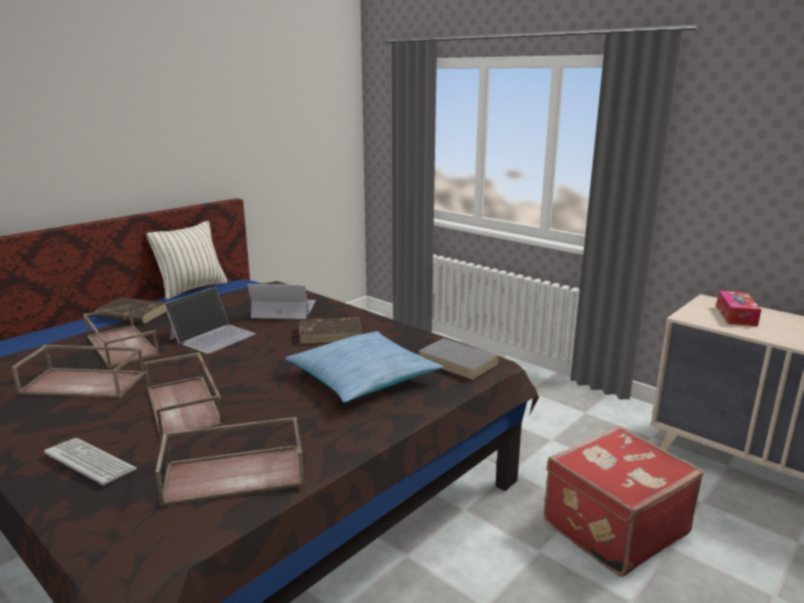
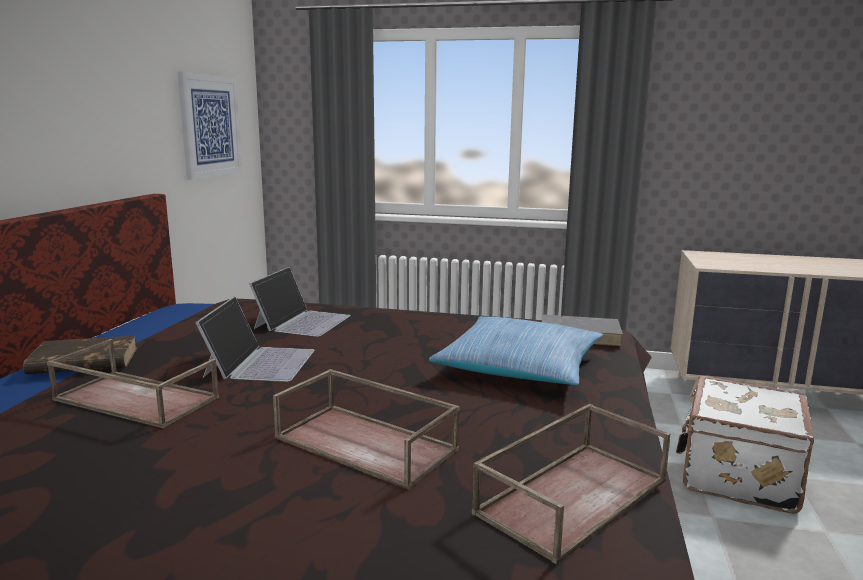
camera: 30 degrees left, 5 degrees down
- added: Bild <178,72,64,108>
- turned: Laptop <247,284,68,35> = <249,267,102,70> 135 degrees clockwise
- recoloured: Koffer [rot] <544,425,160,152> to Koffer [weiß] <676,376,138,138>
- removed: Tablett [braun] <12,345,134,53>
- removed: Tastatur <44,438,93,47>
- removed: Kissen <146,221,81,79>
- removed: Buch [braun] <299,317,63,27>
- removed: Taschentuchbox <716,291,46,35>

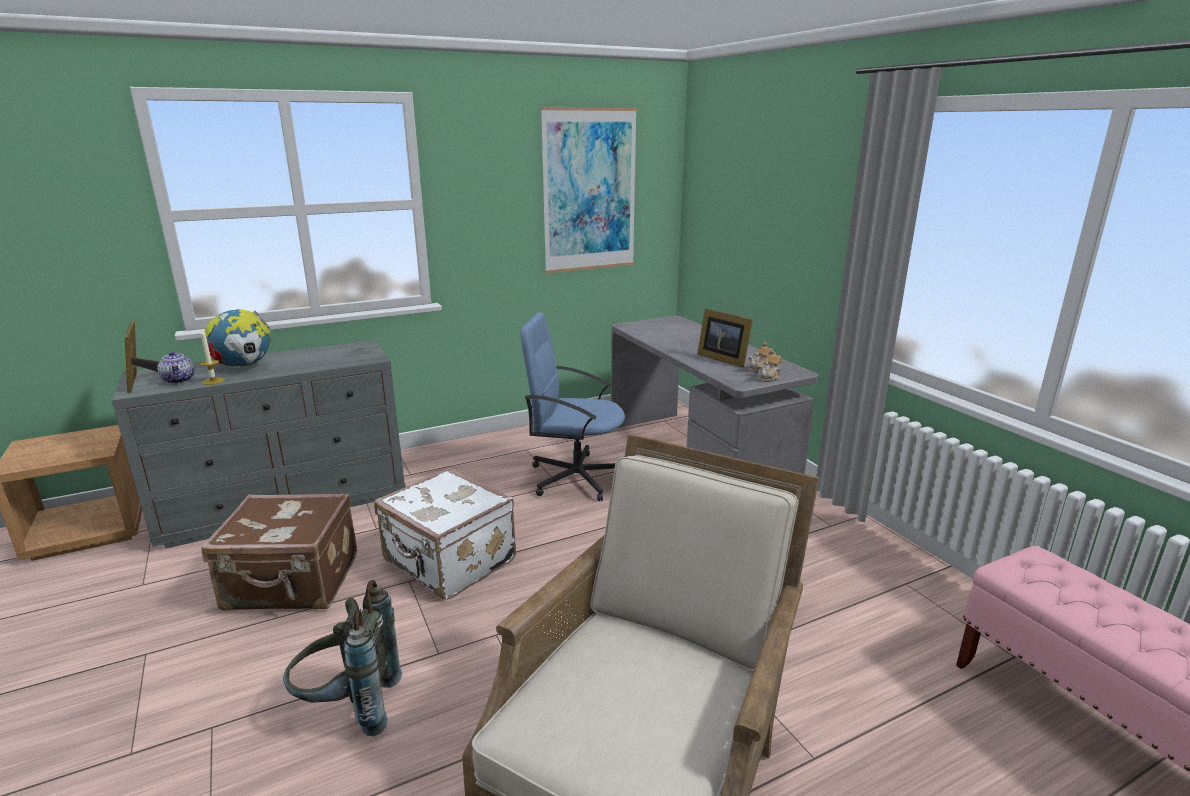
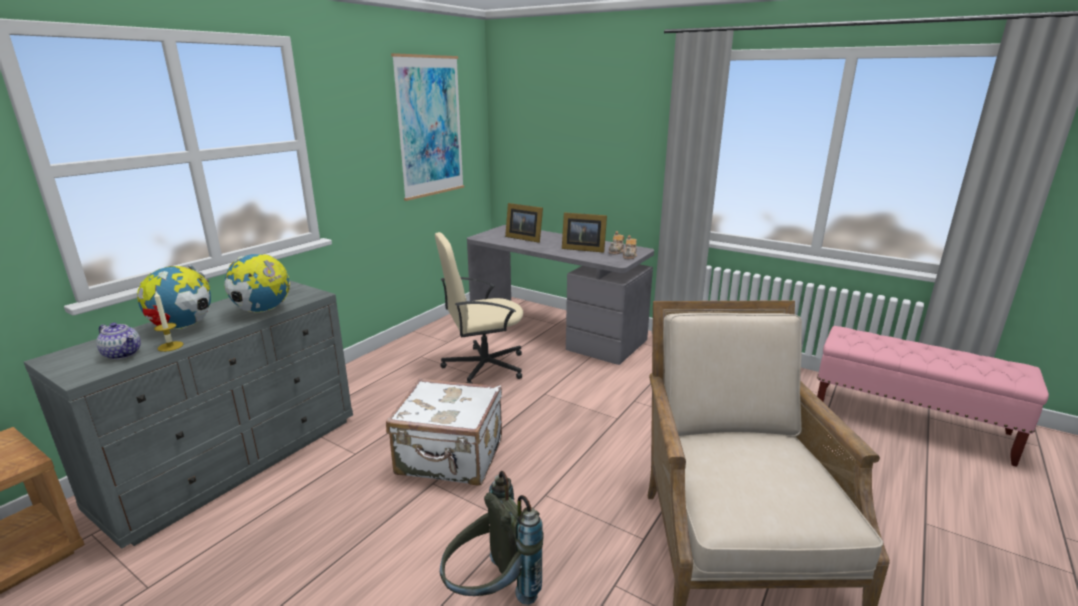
camera: 30 degrees left, 0 degrees up
- added: Globus <224,254,66,59>
- recoloured: Bürostuhl [blau] <520,312,105,189> to Bürostuhl [beige] <435,232,88,152>
- moved: Bilderrahmen <125,321,34,72> to <505,203,38,40>
- removed: Koffer [braun] <201,493,156,118>

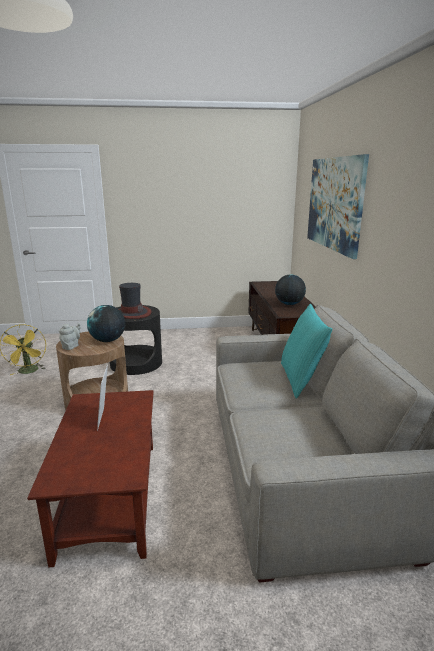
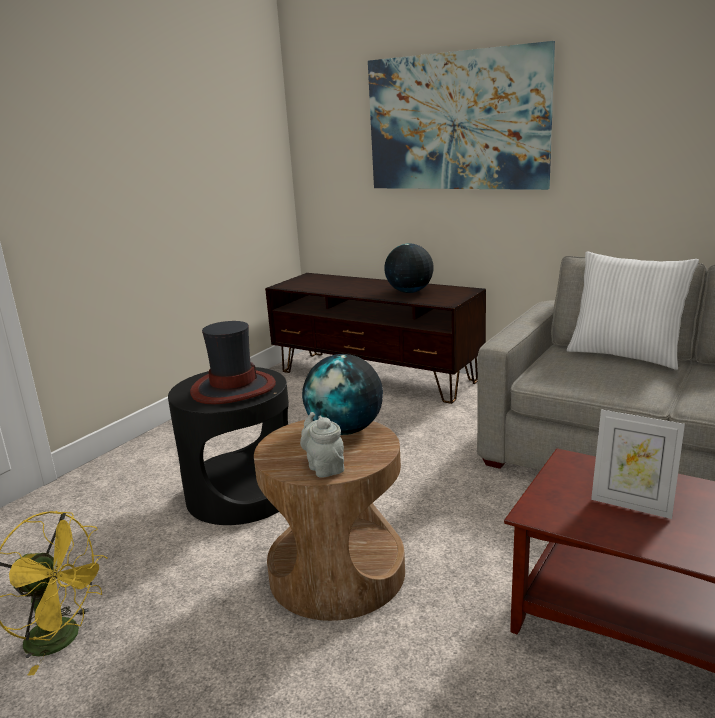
camera: 50 degrees left, 0 degrees up
- recoloured: Kissen [türkis] <281,304,51,95> to Kissen [weiß] <567,252,132,118>

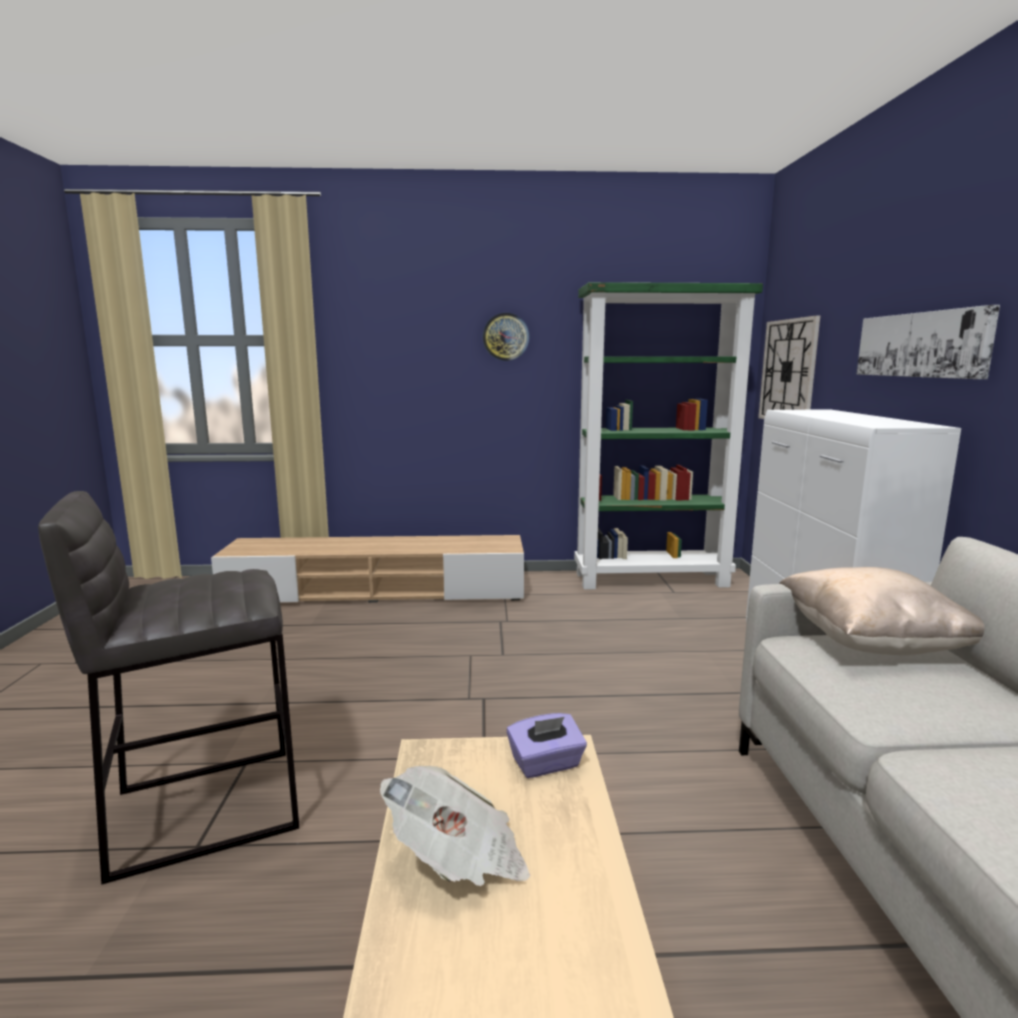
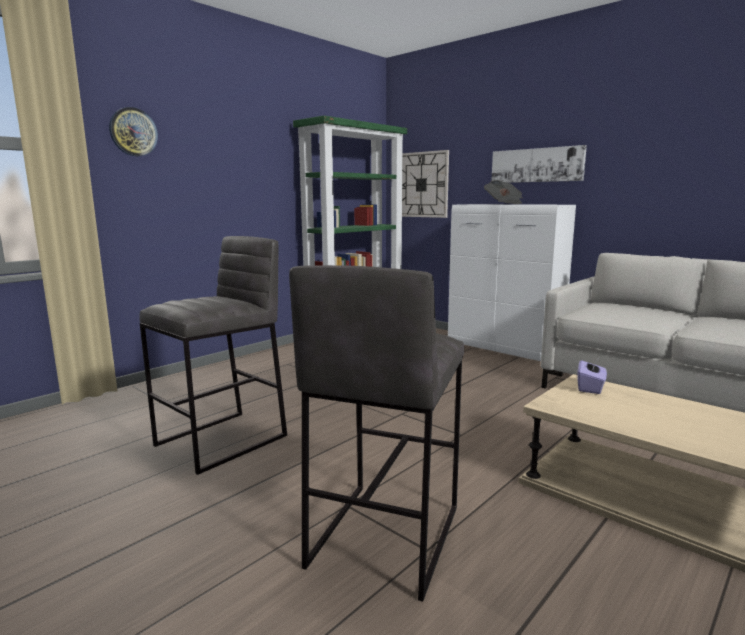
camera: 45 degrees left, 0 degrees up
- moved: Wanduhr <483,312,47,49> to <109,107,49,49>
- added: Hocker [grau] <139,236,148,239>
- moved: Zeitung <380,766,151,120> to <484,180,39,24>
- removed: Fernsehschrank [beige] <211,535,313,68>
- removed: Kissen [beige] <779,567,206,88>

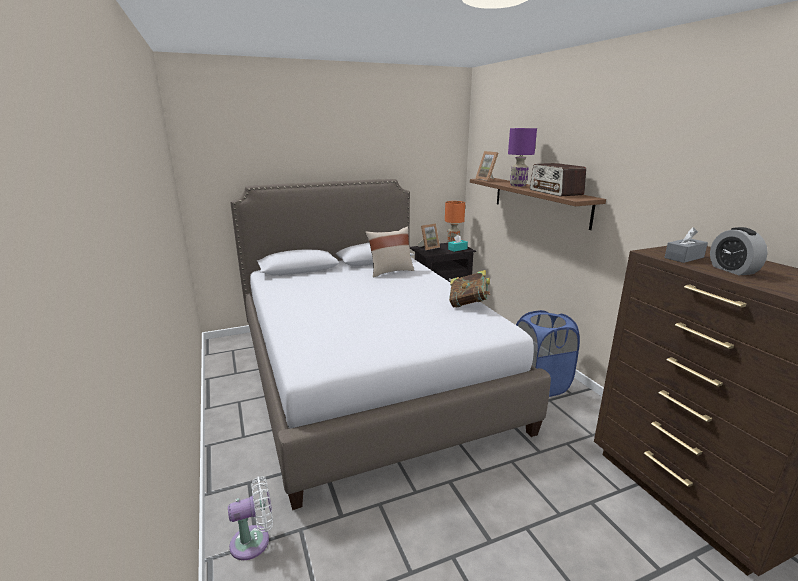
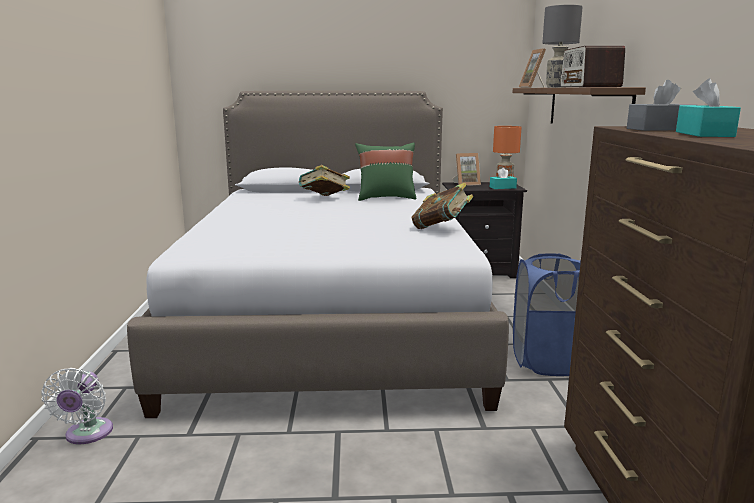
camera: 20 degrees right, 5 degrees down
- turned: Ventilator [weiß] <228,477,45,83> = <41,368,72,76> 90 degrees clockwise
- added: Buch <299,165,51,31>
- recoloured: Kissen [beige] <365,226,49,52> to Kissen [grün] <355,143,62,58>
- recoloured: Tischlampe [lila] <508,128,29,59> to Tischlampe [grau] <542,5,41,83>
- replaced: Wecker <710,227,58,48> to Taschentuchbox [türkis] <676,78,65,59>

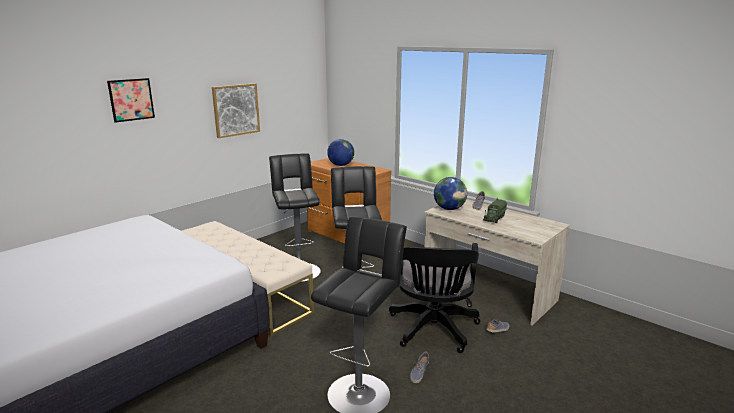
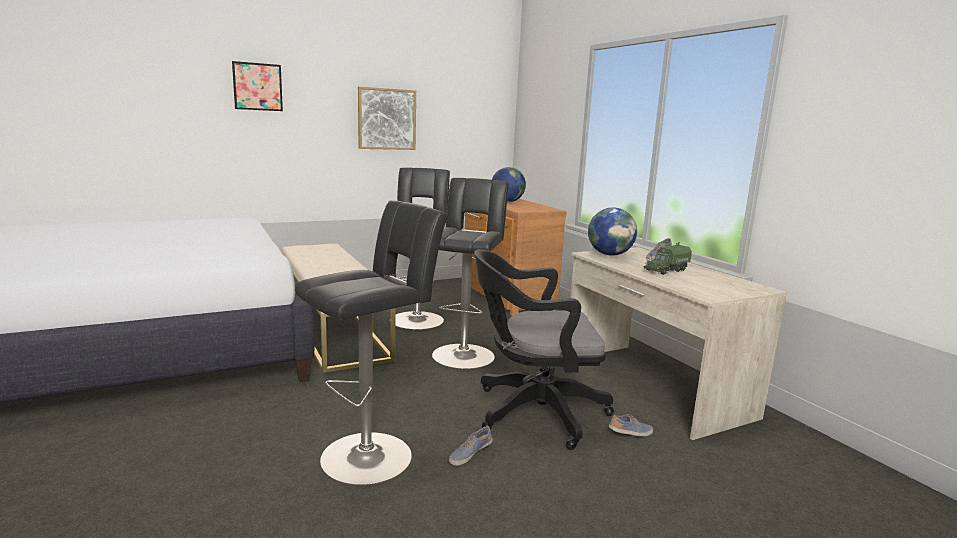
camera: 20 degrees right, 5 degrees down
- turned: Bürostuhl [schwarz] <389,243,91,110> = <475,249,139,201> 60 degrees clockwise

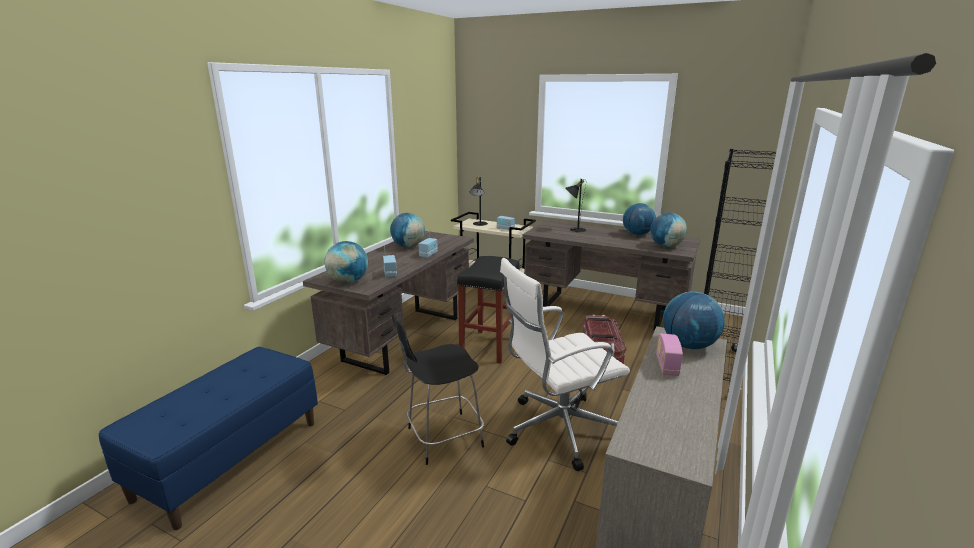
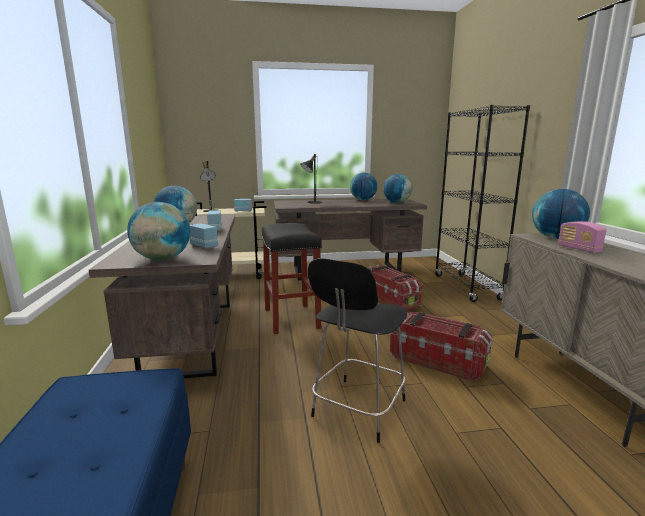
camera: 35 degrees left, 5 degrees down
- replaced: Bürostuhl [weiß] <500,258,130,213> to Aufbewahrungsbox <390,312,103,70>

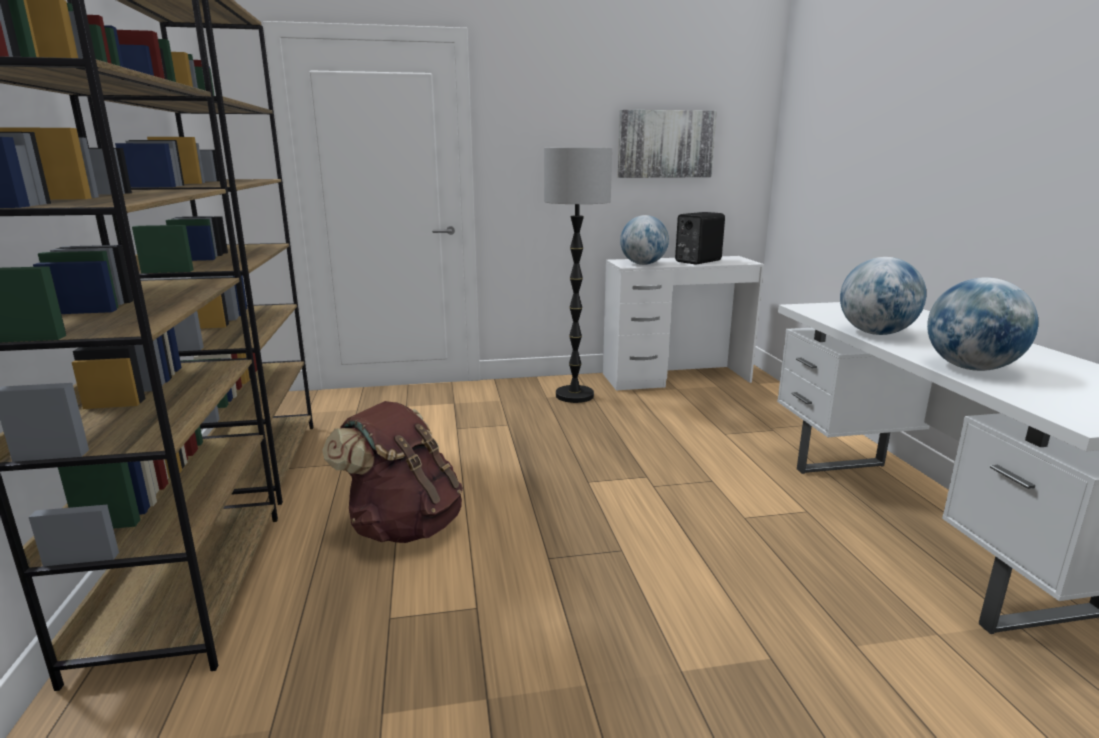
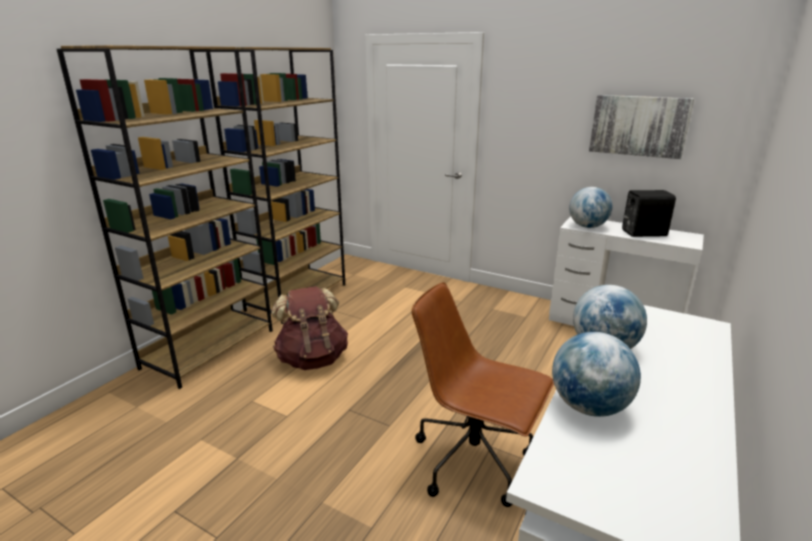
camera: 40 degrees right, 5 degrees up
- added: Bürostuhl [braun] <412,282,142,225>
- removed: Stehlampe <544,147,68,256>

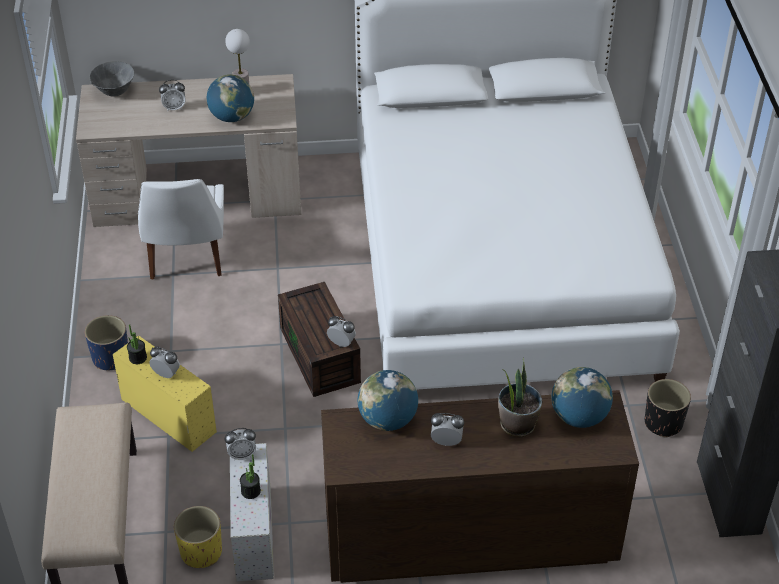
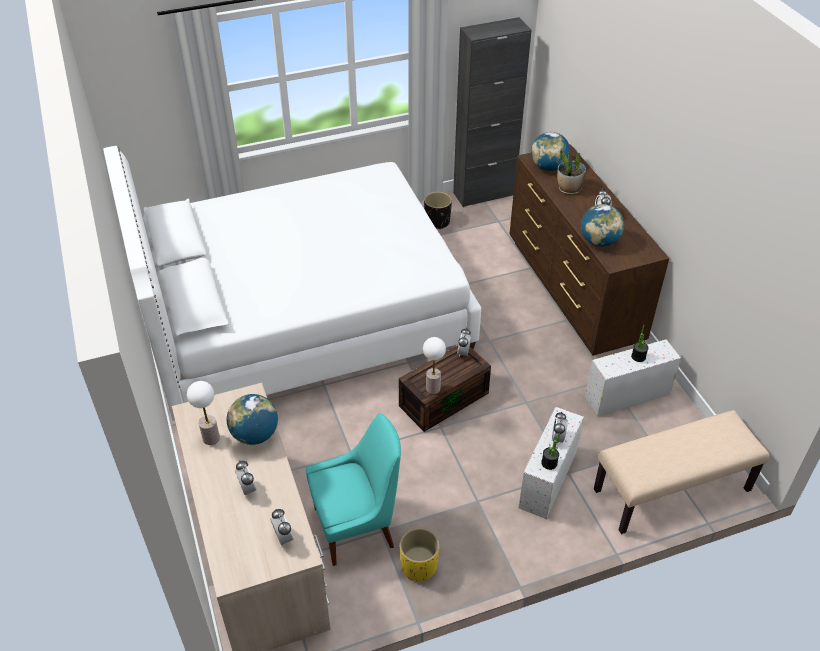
camera: 105 degrees left, 0 degrees up
- moved: Wecker <225,428,31,32> to <270,509,24,36>
- recoloured: Stuhl [weiß] <138,179,86,101> to Stuhl [türkis] <306,413,95,153>
- moved: Pflanzkübel [gelb] <174,506,48,62> to <400,528,39,53>
- added: Tischlampe <423,337,23,57>
- recoloured: Aufbewahrungsbox [gelb] <113,336,104,116> to Aufbewahrungsbox [weiß] <519,407,65,112>
- removed: Pflanzkübel [blau] <85,315,43,55>
- removed: Schüssel [grau] <89,61,46,36>

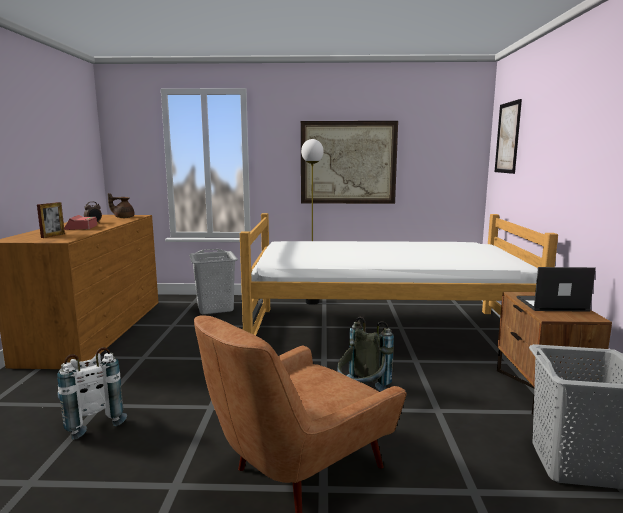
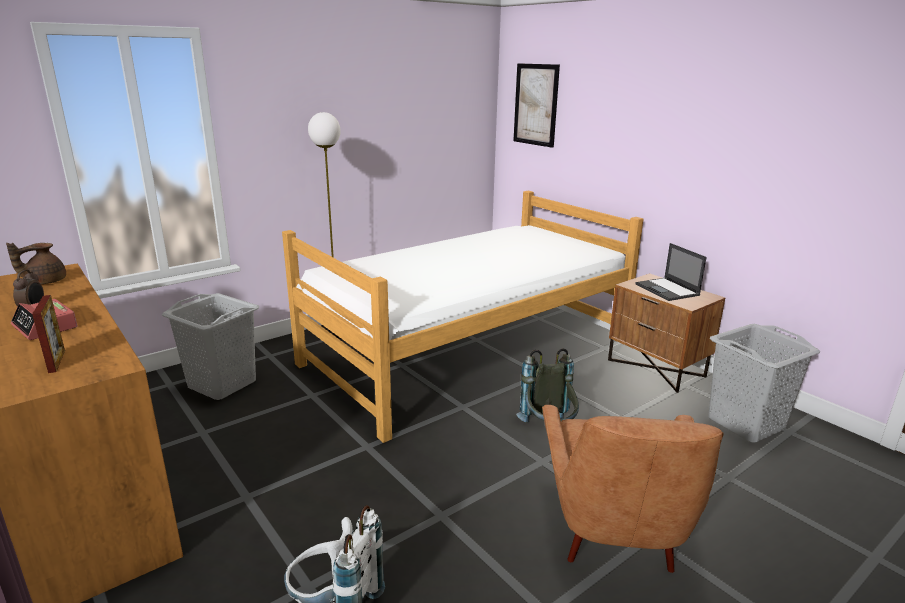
camera: 40 degrees left, 10 degrees up
- turned: Laptop <517,267,79,45> = <635,243,72,58> 75 degrees counterclockwise
- removed: Bild <301,121,97,83>

